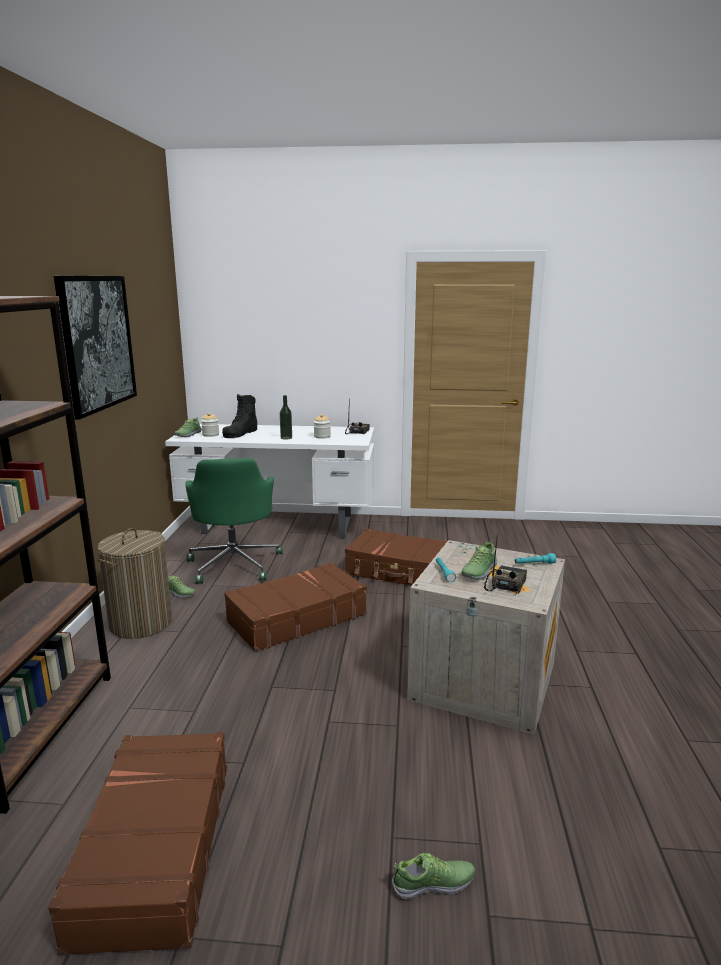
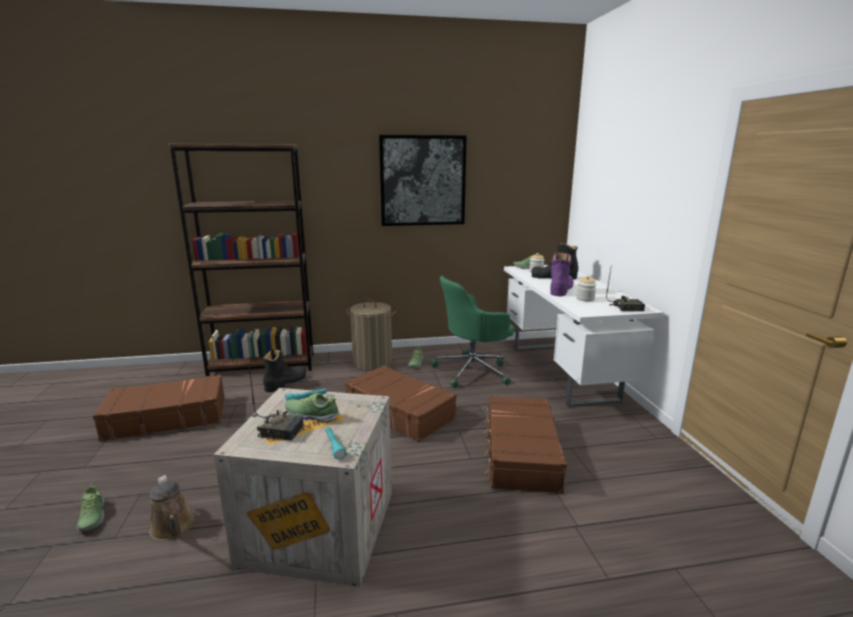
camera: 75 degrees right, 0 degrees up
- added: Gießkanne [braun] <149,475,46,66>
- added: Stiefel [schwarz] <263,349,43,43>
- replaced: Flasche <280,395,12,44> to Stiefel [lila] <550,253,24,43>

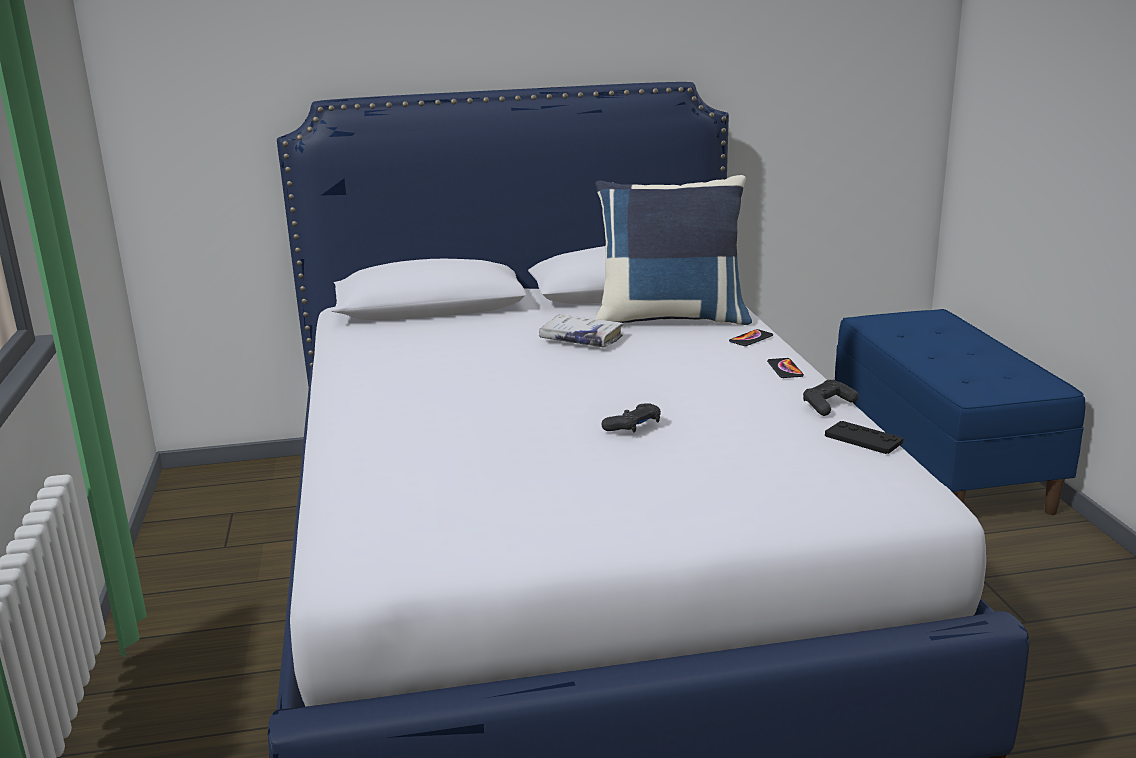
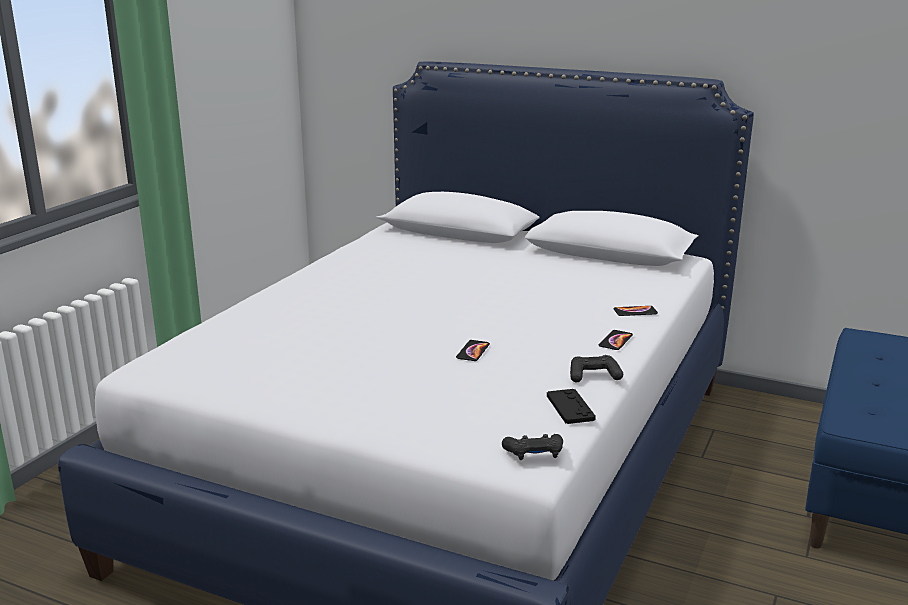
camera: 35 degrees right, 0 degrees up
- added: Handy <456,340,34,21>
- moved: Gamepad [schwarz] <601,403,60,30> to <502,434,61,26>
- removed: Buch [weiß] <539,314,85,34>
- removed: Kissen [blau] <595,175,157,150>

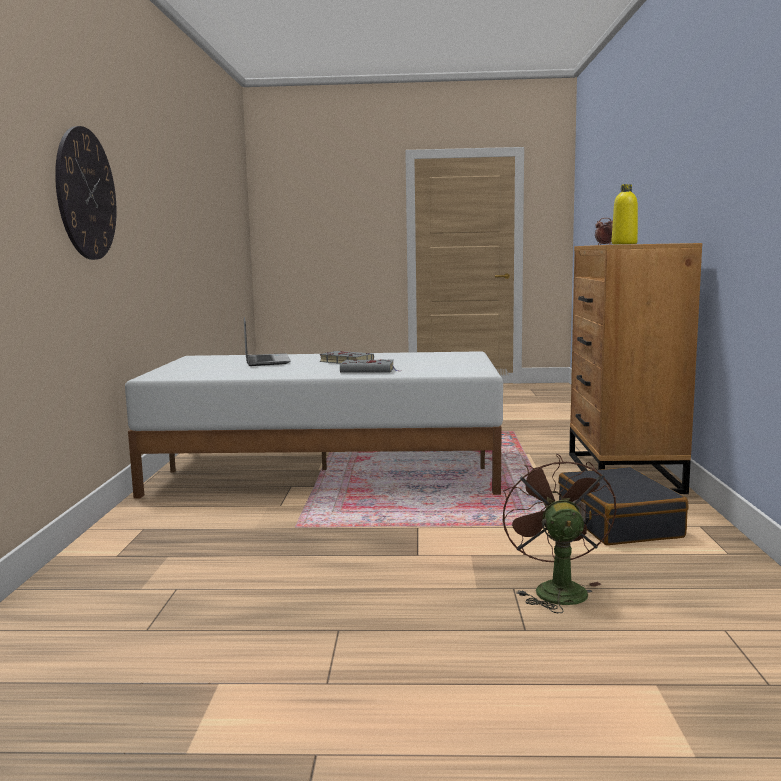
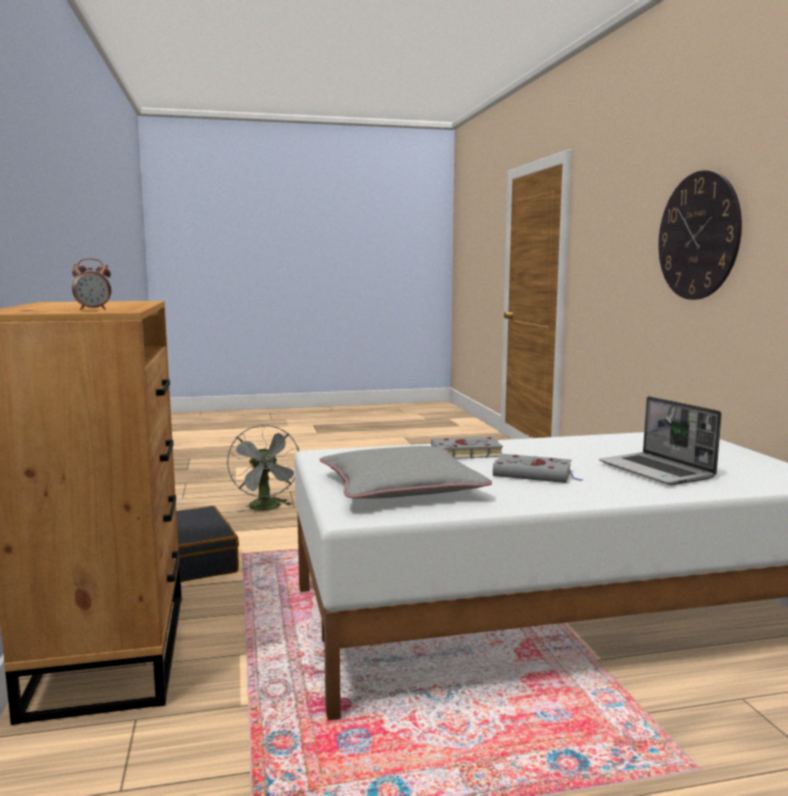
camera: 165 degrees right, 0 degrees up
- recoloured: Ventilator [braun] <502,454,114,159> to Ventilator [grau] <227,424,72,88>
- added: Kissen [grau] <320,446,172,53>
- removed: Flasche [gelb] <612,184,26,60>

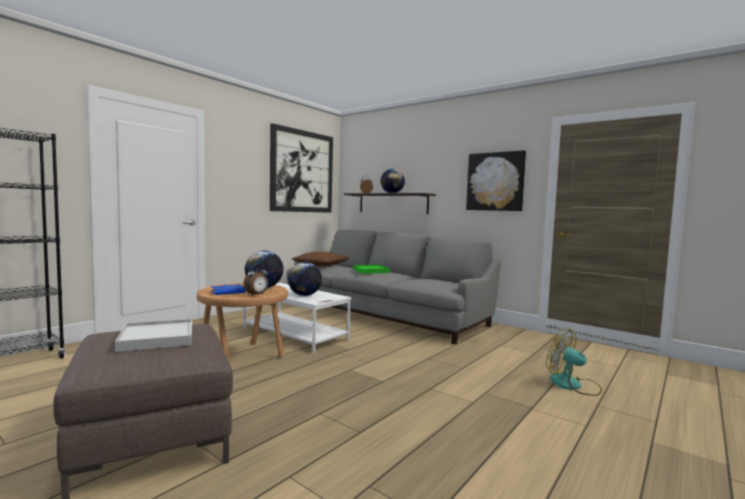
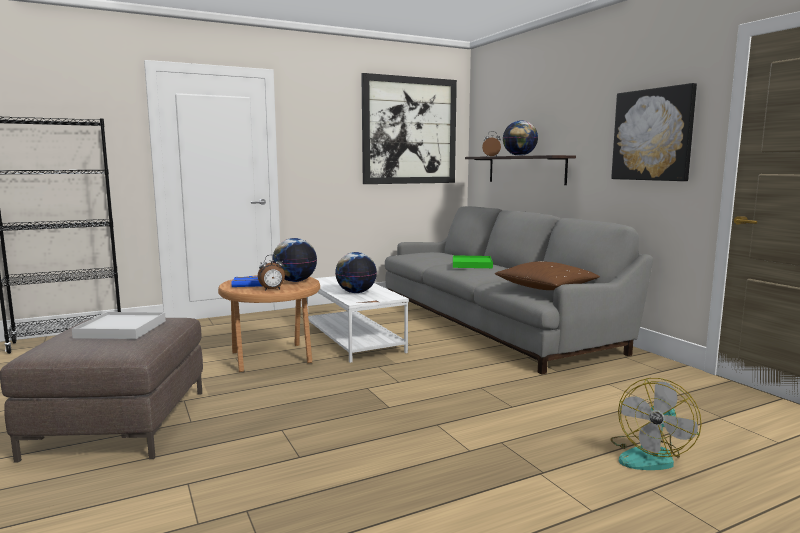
camera: 25 degrees right, 5 degrees up
- moved: Kissen [braun] <292,251,57,16> to <495,261,105,29>
- turned: Ventilator <546,329,56,67> = <611,378,91,92> 120 degrees counterclockwise

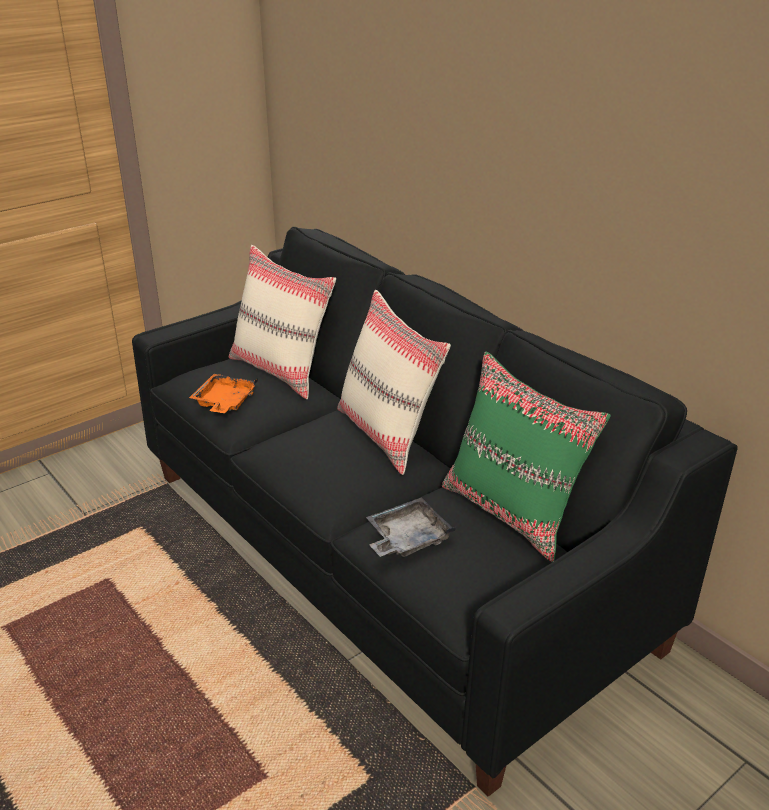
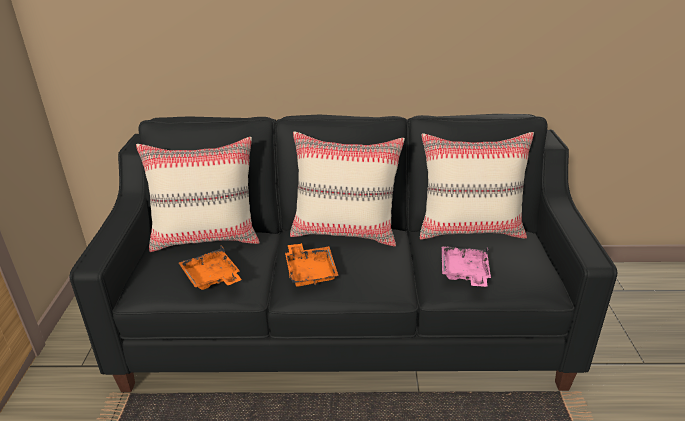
camera: 50 degrees left, 0 degrees up
- added: Tablett [orange] <285,243,53,44>
- recoloured: Kissen [grün] <442,351,169,211> to Kissen [beige] <420,132,114,108>
- recoloured: Tablett [grau] <366,498,90,59> to Tablett [rosa] <442,246,49,41>

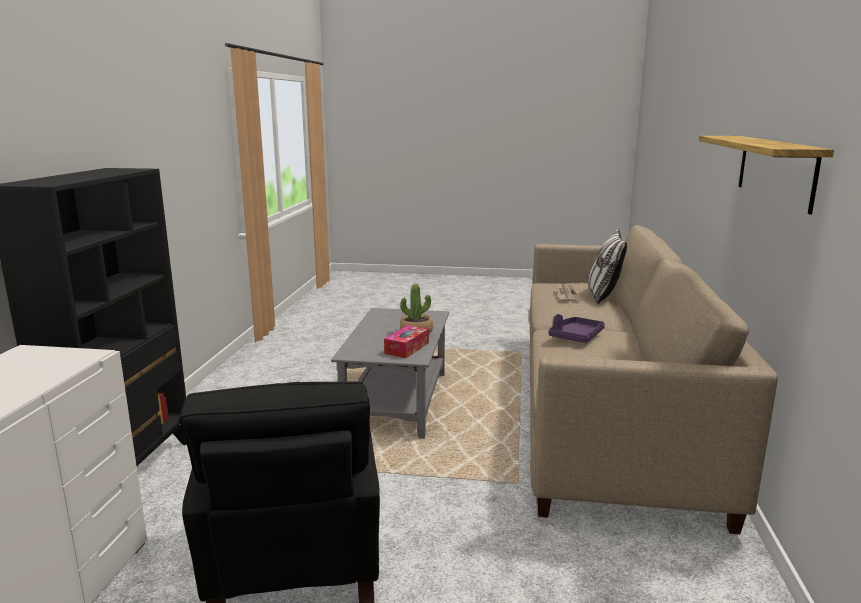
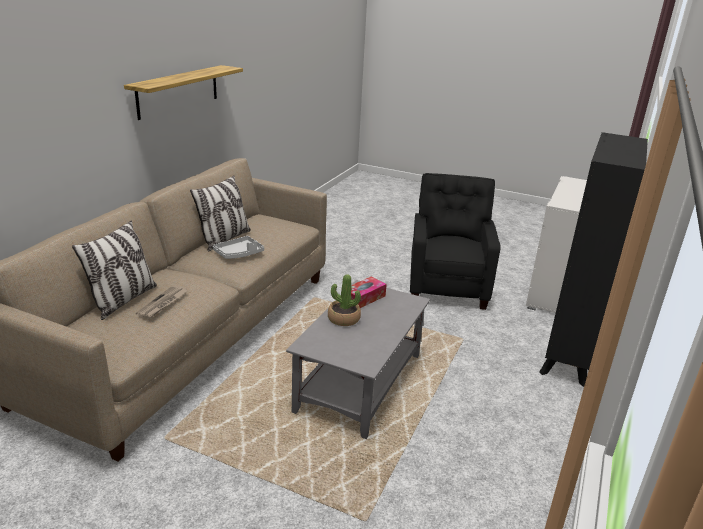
camera: 165 degrees left, 10 degrees up
- added: Kissen <190,175,61,77>
- recoloured: Tablett [lila] <549,314,56,29> to Tablett [grau] <213,236,51,23>

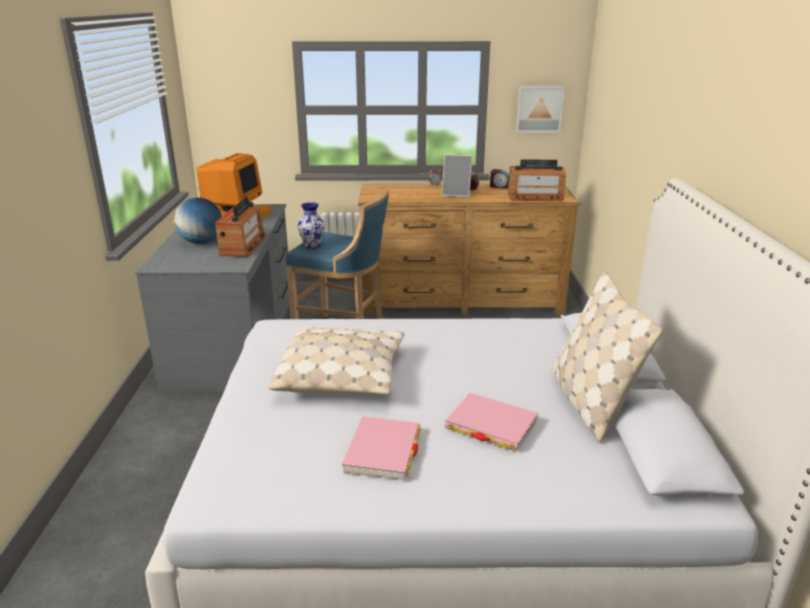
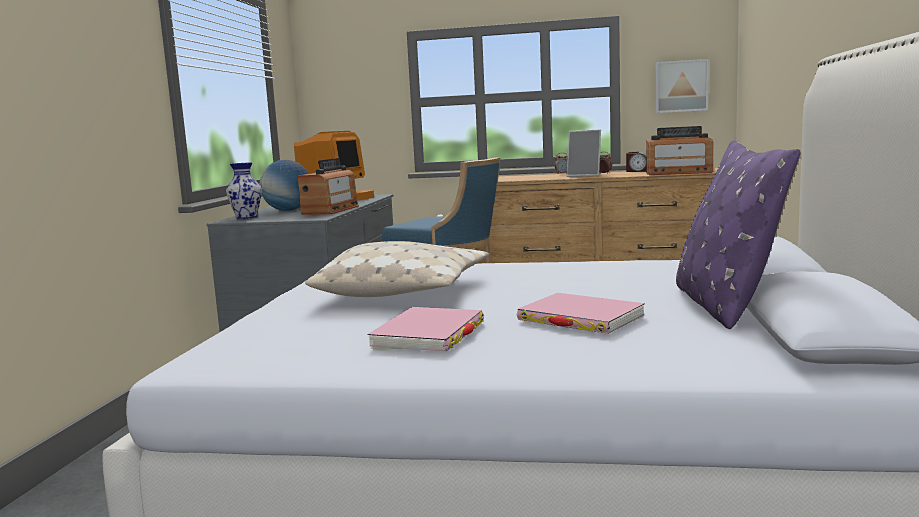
camera: 10 degrees right, 15 degrees down
- moved: Vase <297,202,28,46> to <226,162,36,57>
- recoloured: Kissen [beige] <553,271,110,172> to Kissen [lila] <676,141,125,188>

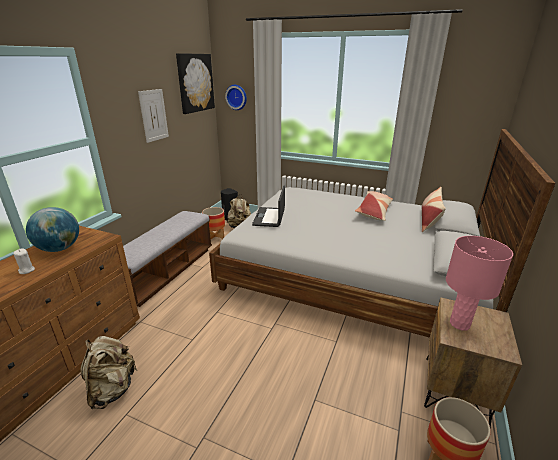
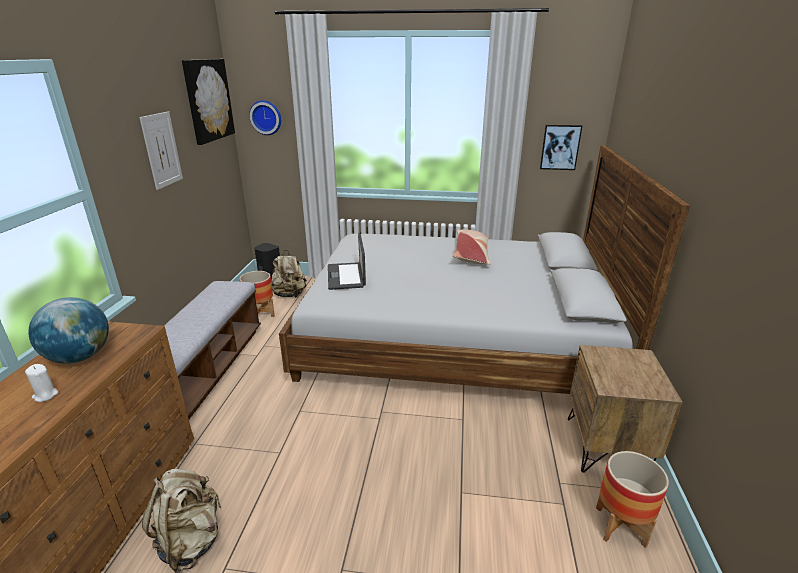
camera: 15 degrees left, 0 degrees up
- added: Bild <540,125,42,45>
- removed: Kissen <421,187,25,45>
- removed: Tischlampe [rosa] <446,236,67,94>

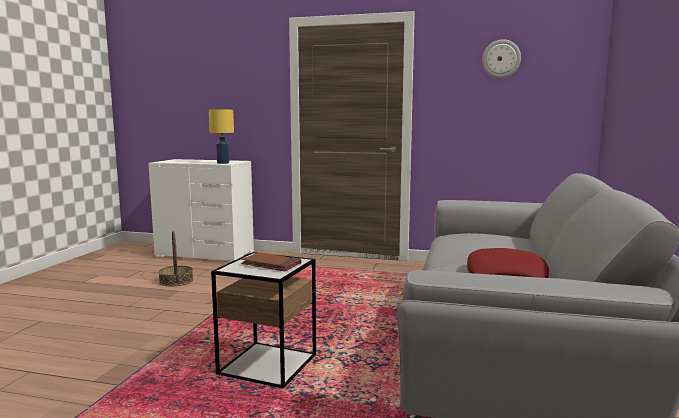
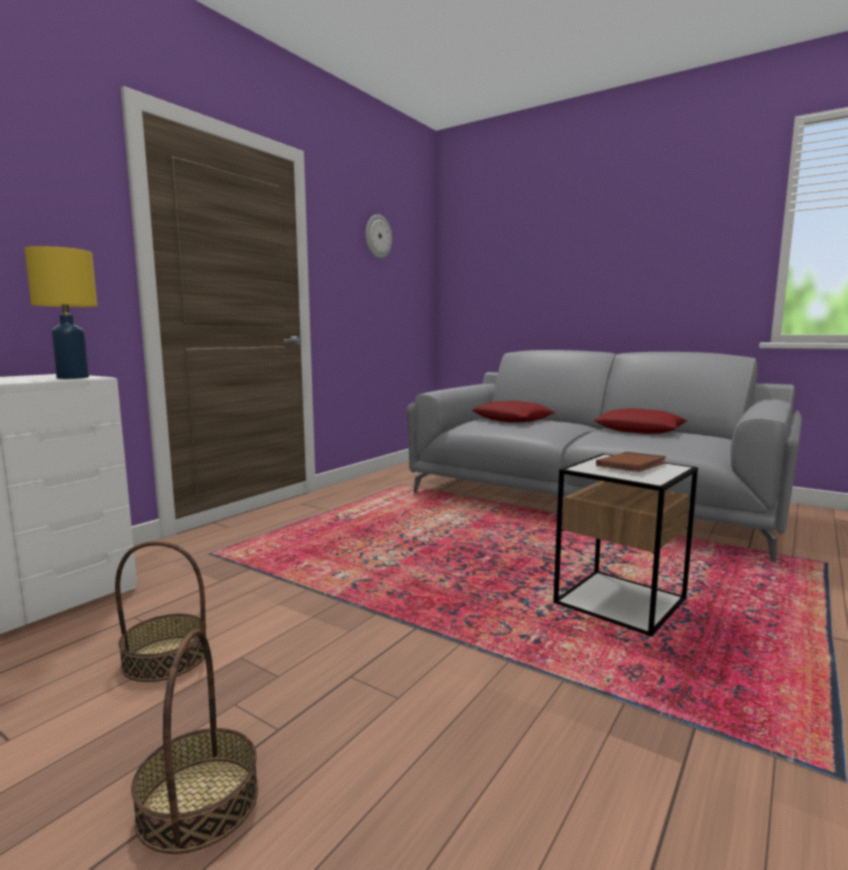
camera: 70 degrees left, 0 degrees up
- added: Korb <131,629,127,225>
- added: Kissen [rot] <472,400,84,23>

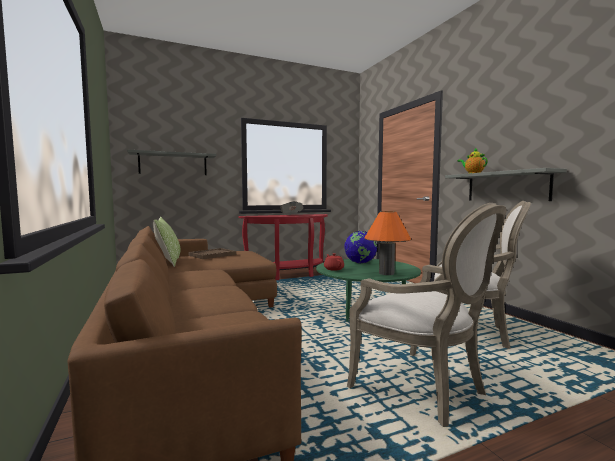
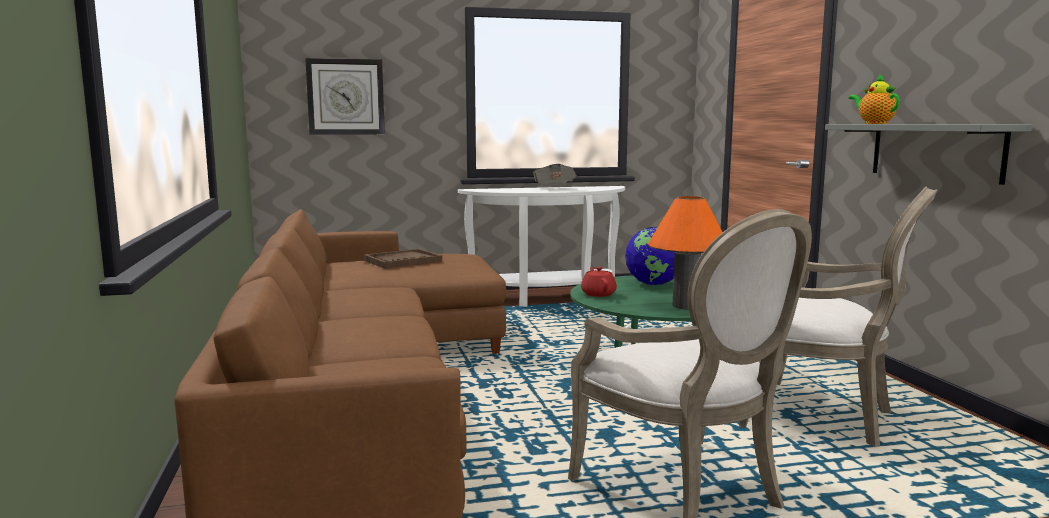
camera: 10 degrees right, 5 degrees up
- replaced: Wandregal [grau] <127,150,89,25> to Wanduhr <305,58,80,77>
- recoloured: Konsolentisch [rot] <238,214,90,66> to Konsolentisch [weiß] <458,186,167,121>
- removed: Kissen <153,217,28,50>

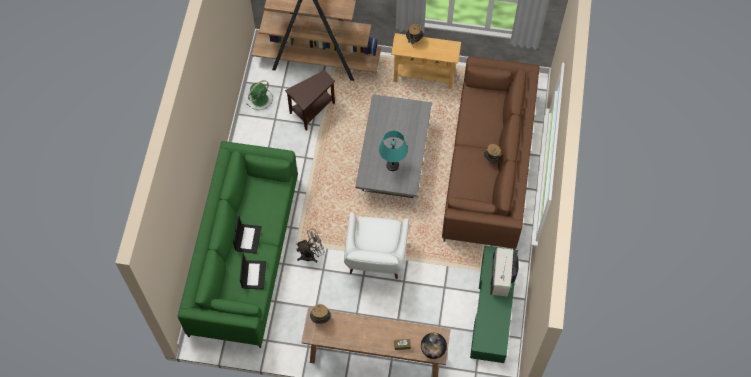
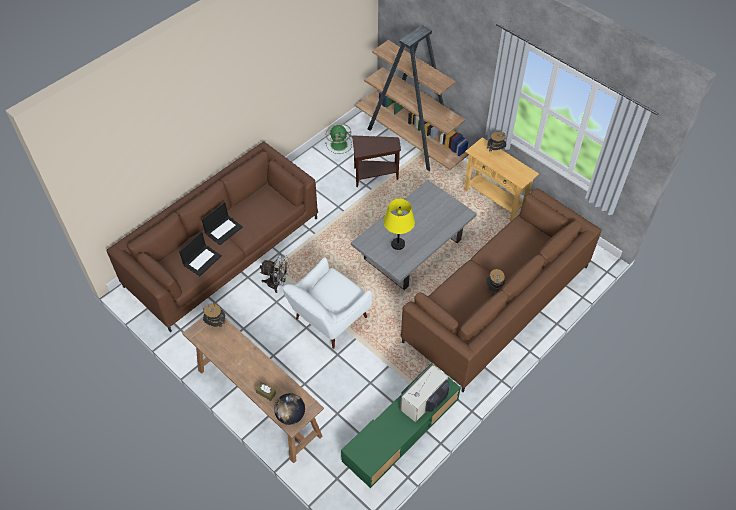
camera: 35 degrees right, 10 degrees down
- recoloured: Sofa [grün] <178,141,120,207> to Sofa [braun] <107,141,211,191>
- recoloured: Tischlampe [türkis] <379,131,29,40> to Tischlampe [gelb] <383,199,32,51>

